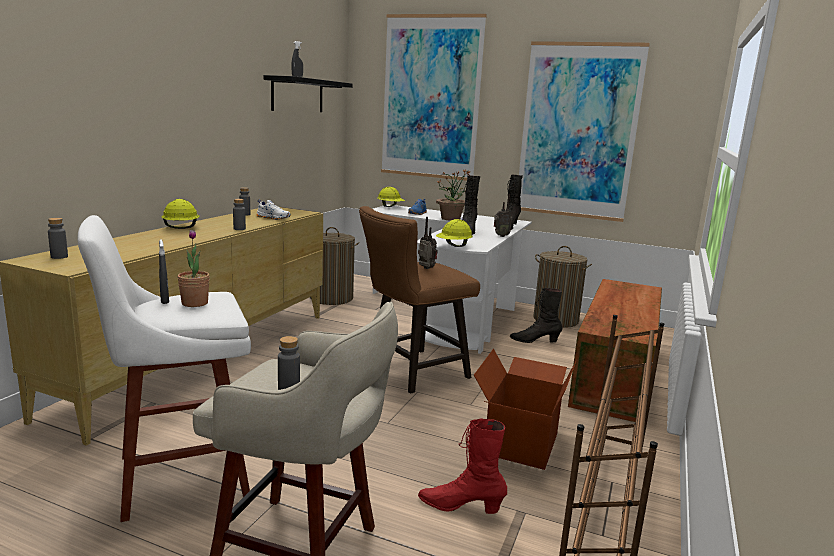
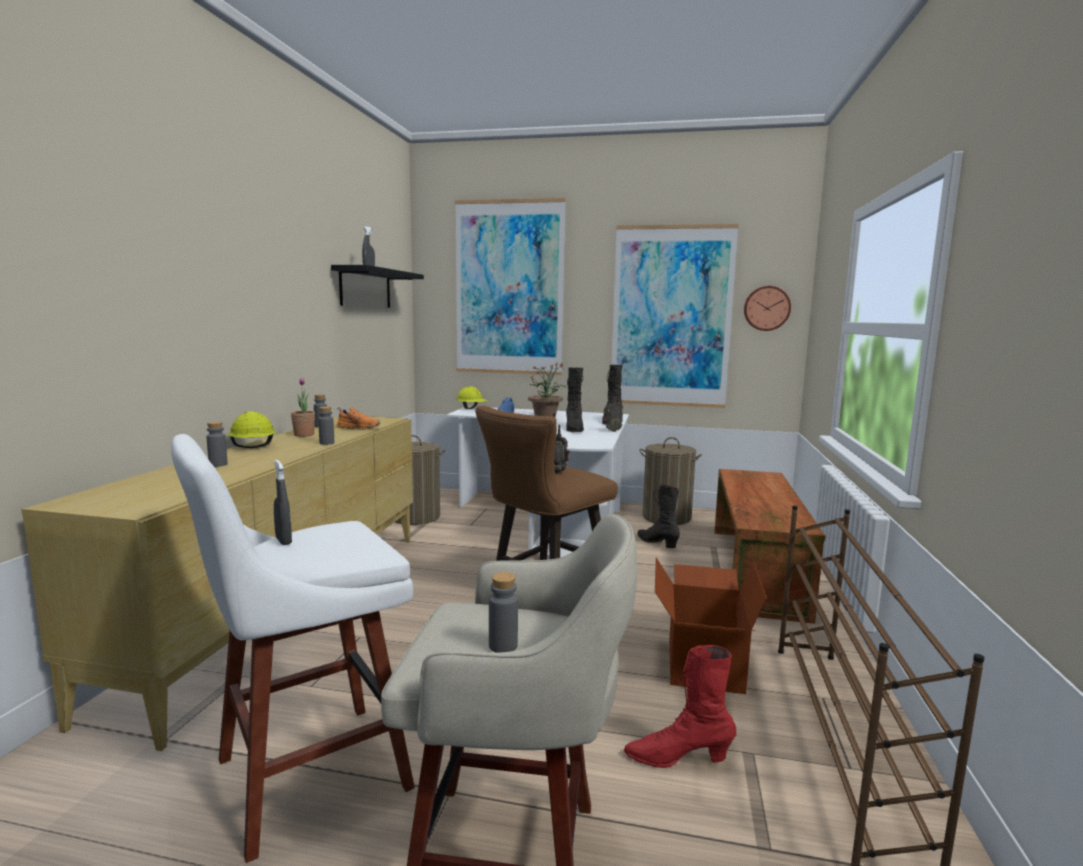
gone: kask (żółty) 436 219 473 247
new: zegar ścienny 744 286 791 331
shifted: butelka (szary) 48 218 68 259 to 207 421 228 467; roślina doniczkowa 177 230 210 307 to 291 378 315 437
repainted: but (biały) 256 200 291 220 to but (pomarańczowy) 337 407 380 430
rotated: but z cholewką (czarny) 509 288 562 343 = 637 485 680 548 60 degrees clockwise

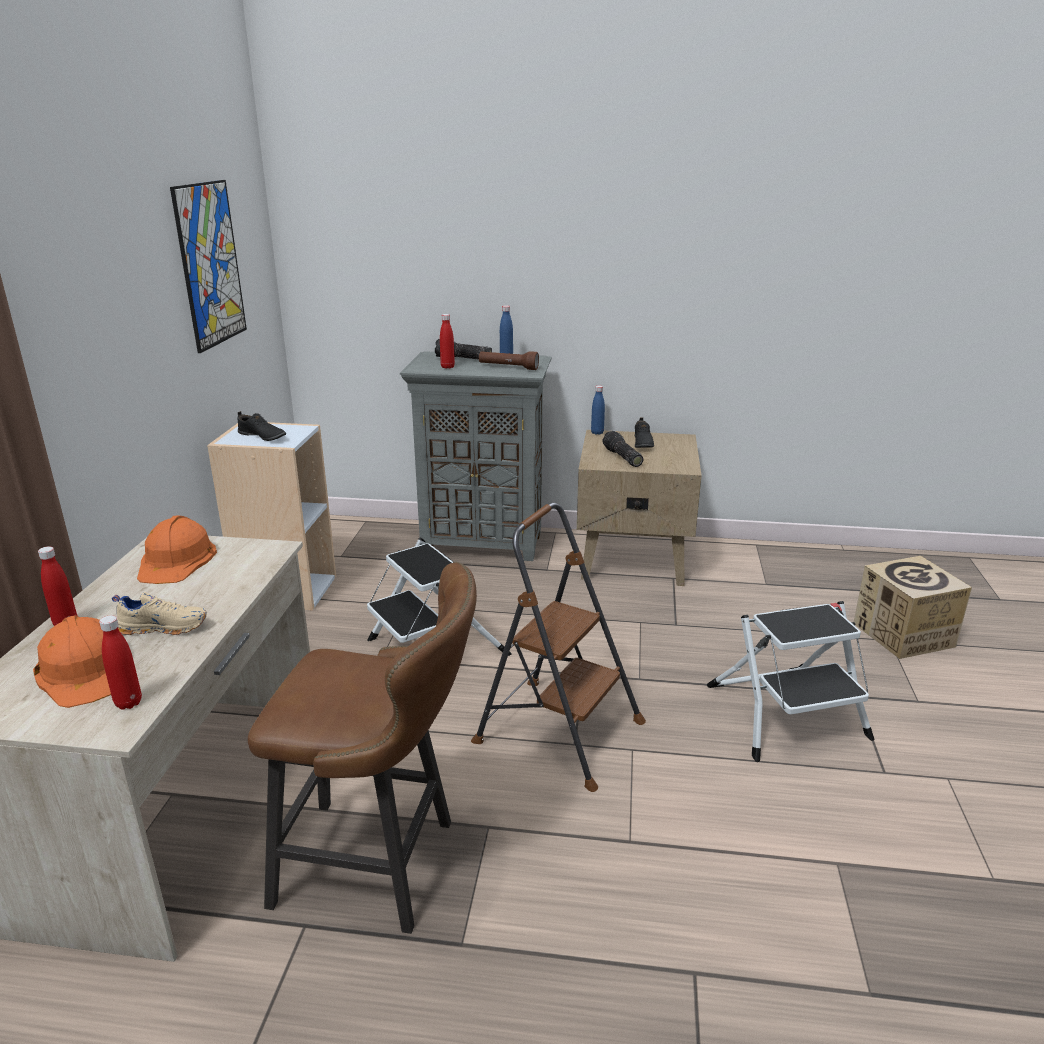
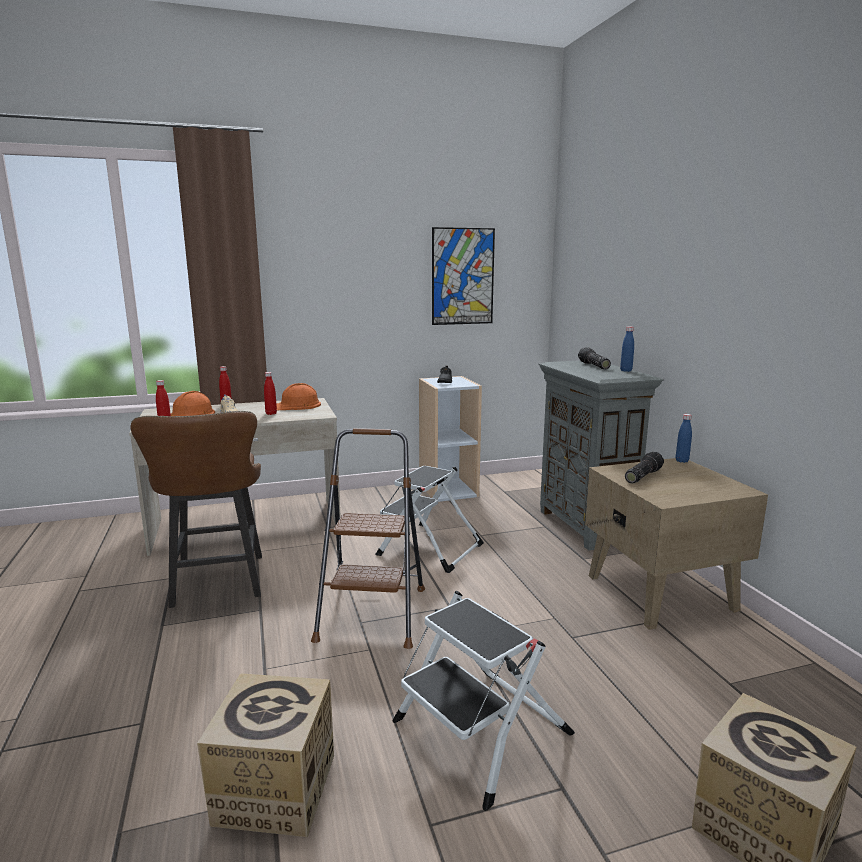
gone: latarka (brązowy) 479 351 539 370; but (czarny) 635 417 654 448
new: karton 197 673 334 837
shifted: butelka (czerwony) 440 314 455 369 to 264 372 277 415

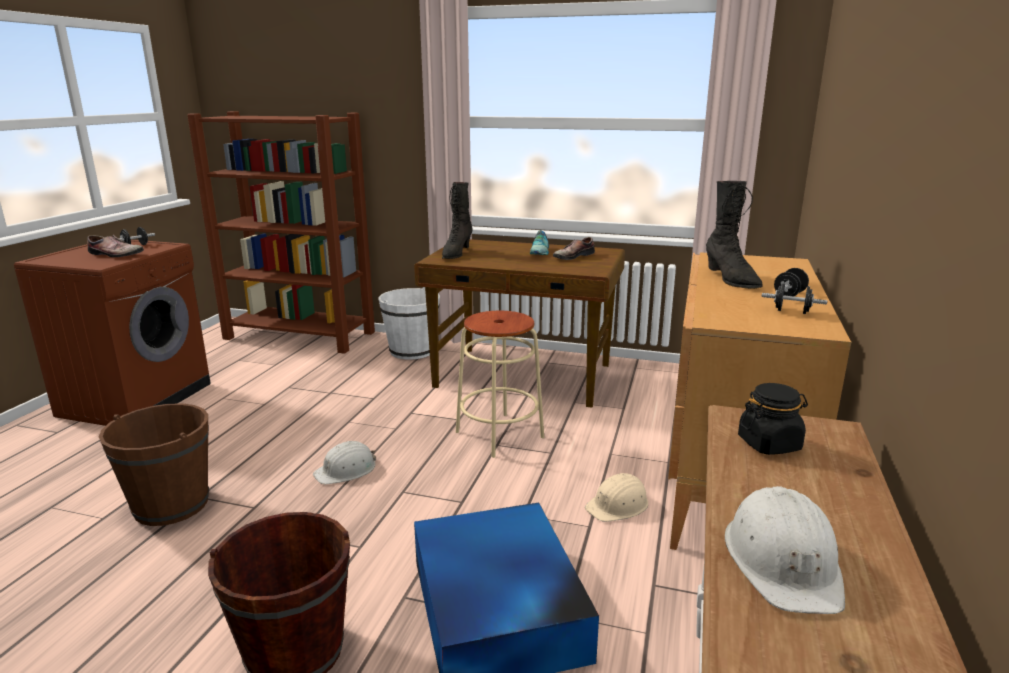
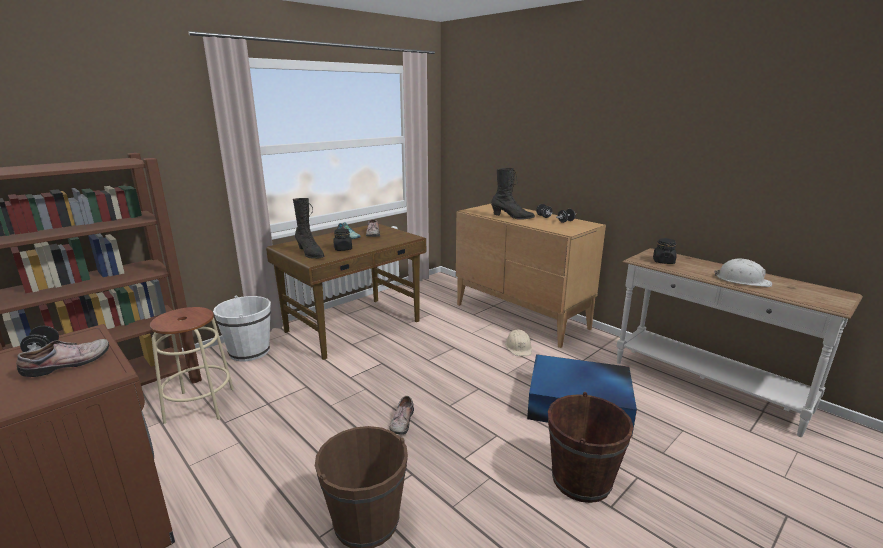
new: słoik (czarny) 333 228 352 251
shifted: stołek (beżowy) 456 311 544 458 to 150 307 234 424
swapped: kask (biały) 313 440 376 484 to but 389 396 414 435

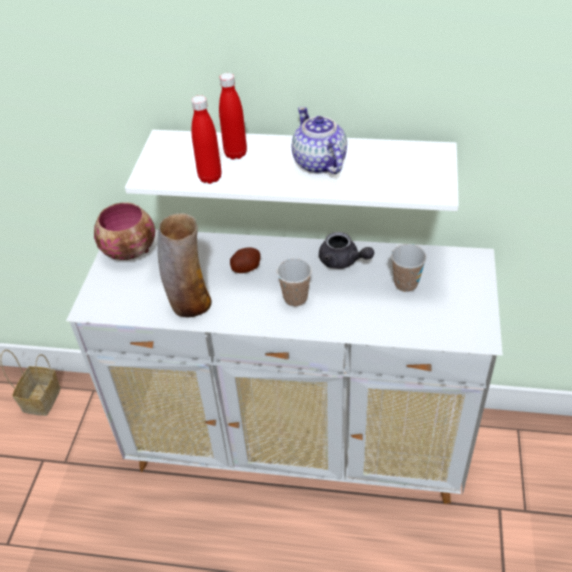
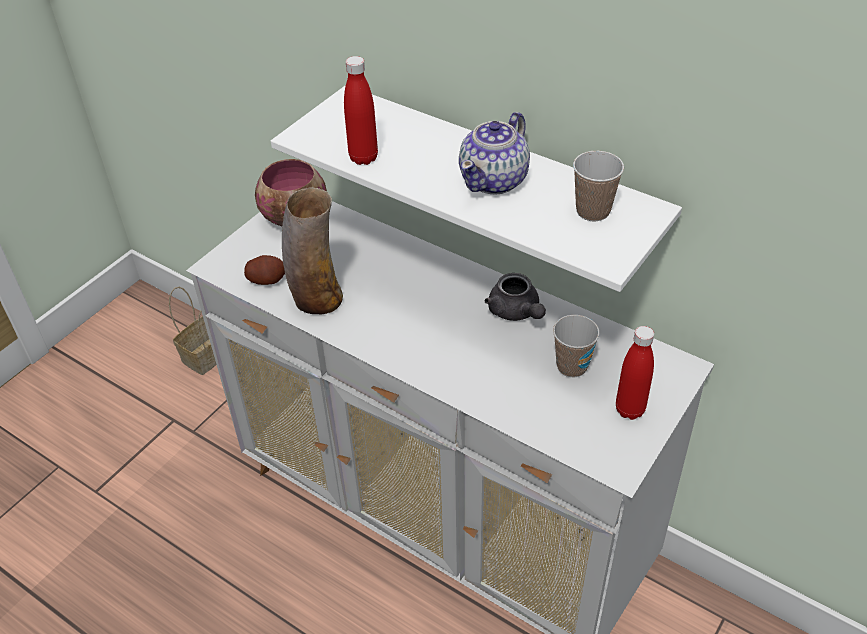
shifted: butelka (czerwony) 219 73 247 160 to 616 326 654 420; ziemniak 230 247 261 273 to 244 255 285 285; filiżanka 277 258 312 307 to 573 151 624 222
rotated: imbryk 292 107 347 174 = 459 112 530 195 150 degrees counterclockwise

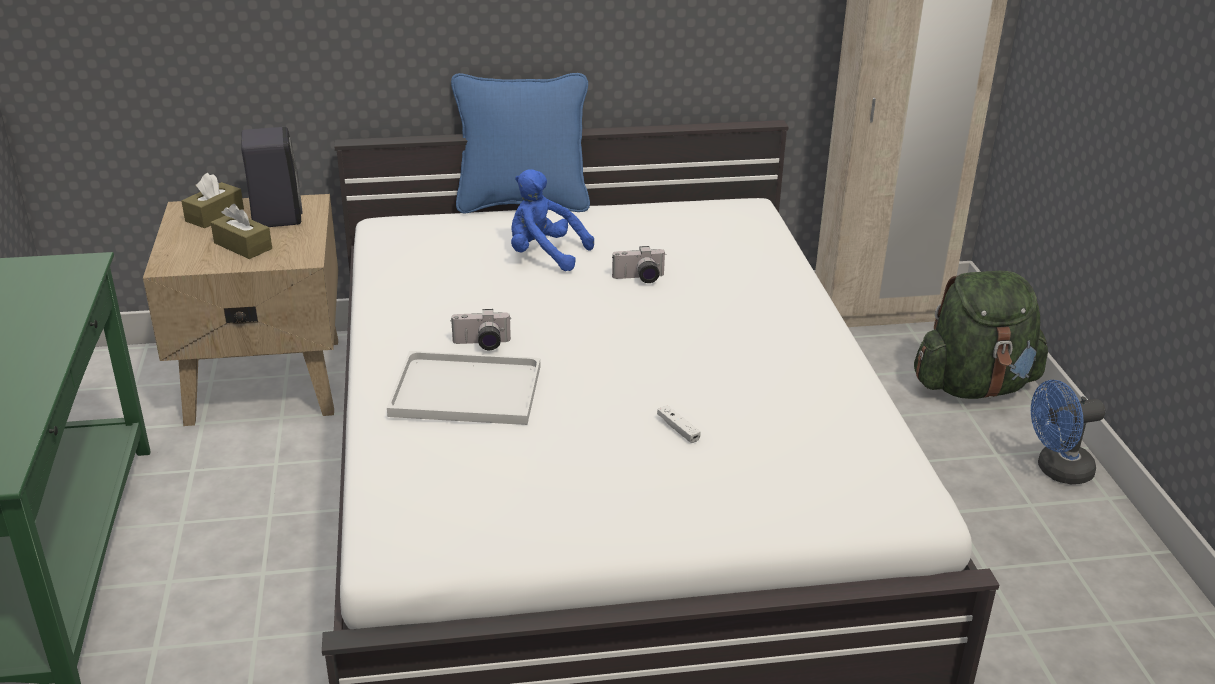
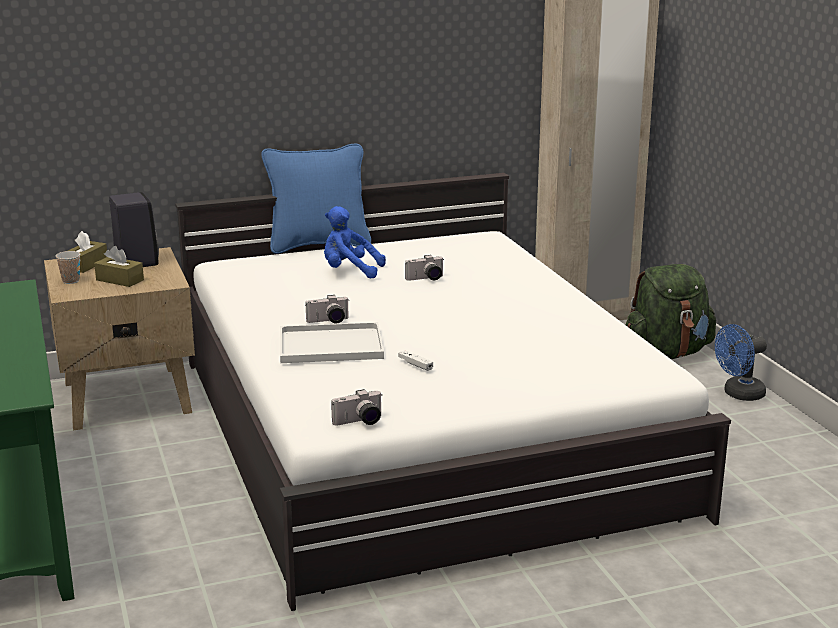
new: filiżanka 56 251 80 284; aparat fotograficzny 331 389 382 426
shifted: pad do gier (biały) 657 405 701 443 to 398 350 433 371

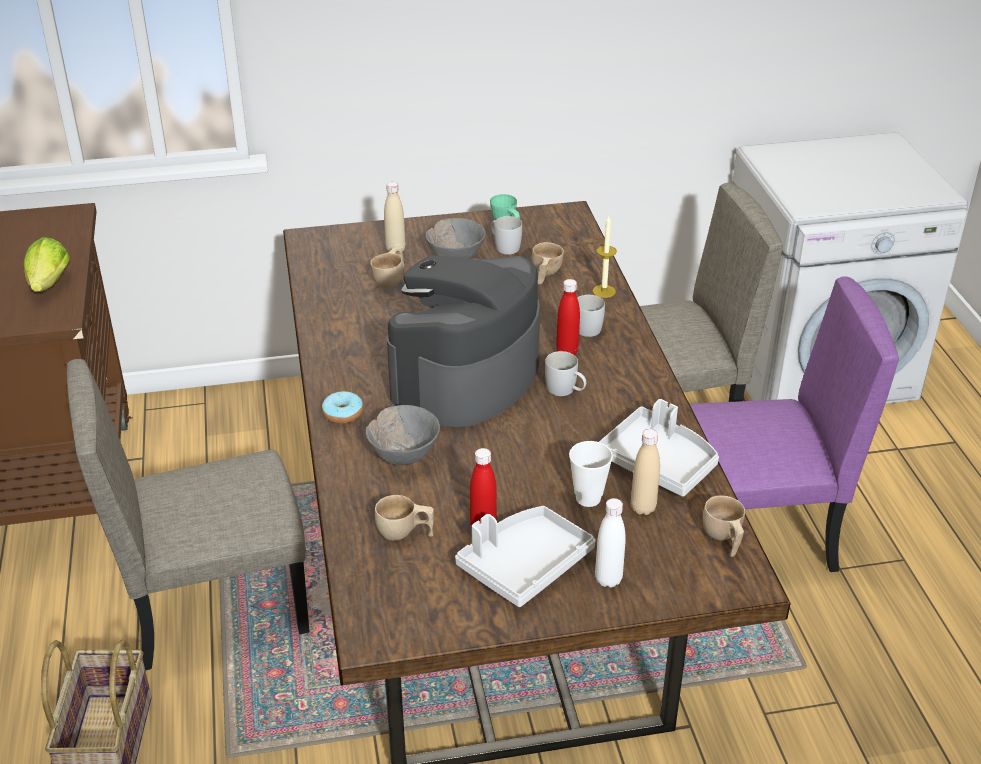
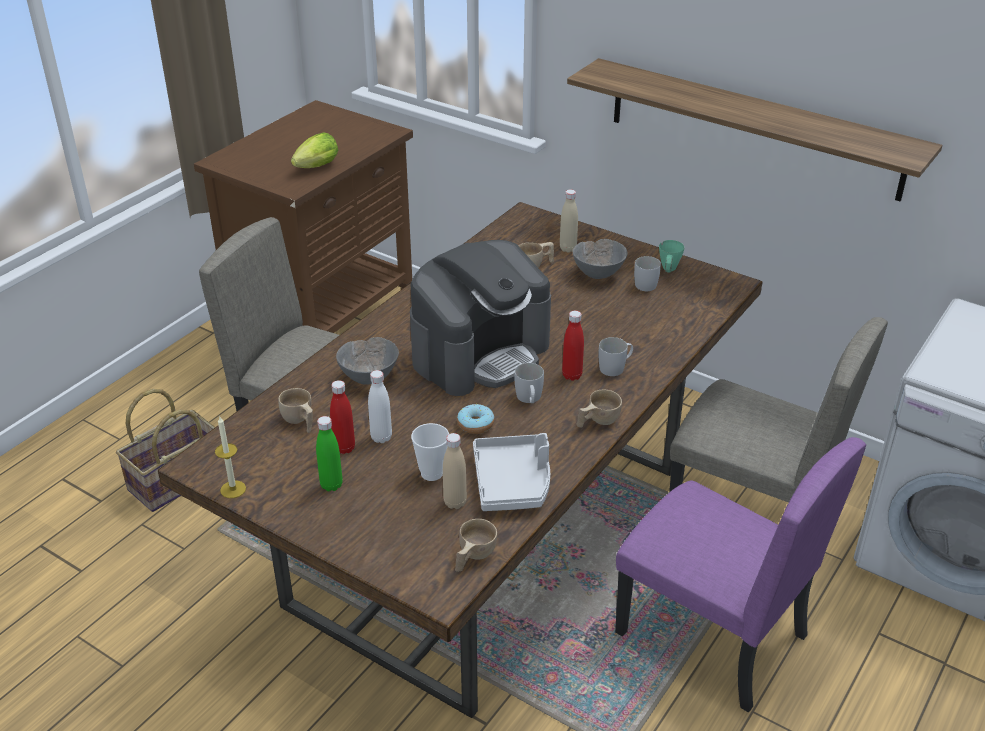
new: półka 567 58 942 201
shifted: donut 322 391 363 424 to 457 404 494 434; filiżanka (beżowy) 532 242 564 285 to 576 390 622 428; świeca 592 216 617 298 to 215 417 246 498; butelka (biały) 595 498 626 588 to 368 370 392 443
swapped: taca (szary) 455 506 595 607 to butelka (zielony) 316 416 343 491
rotated: ekspres do kawy 387 255 540 427 = 410 240 551 396 150 degrees clockwise

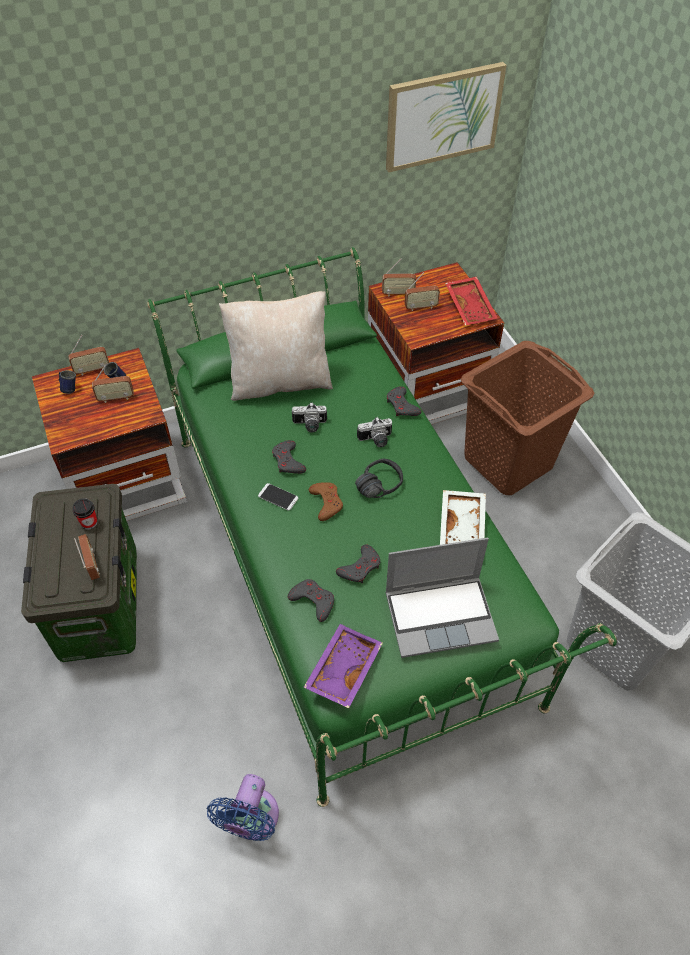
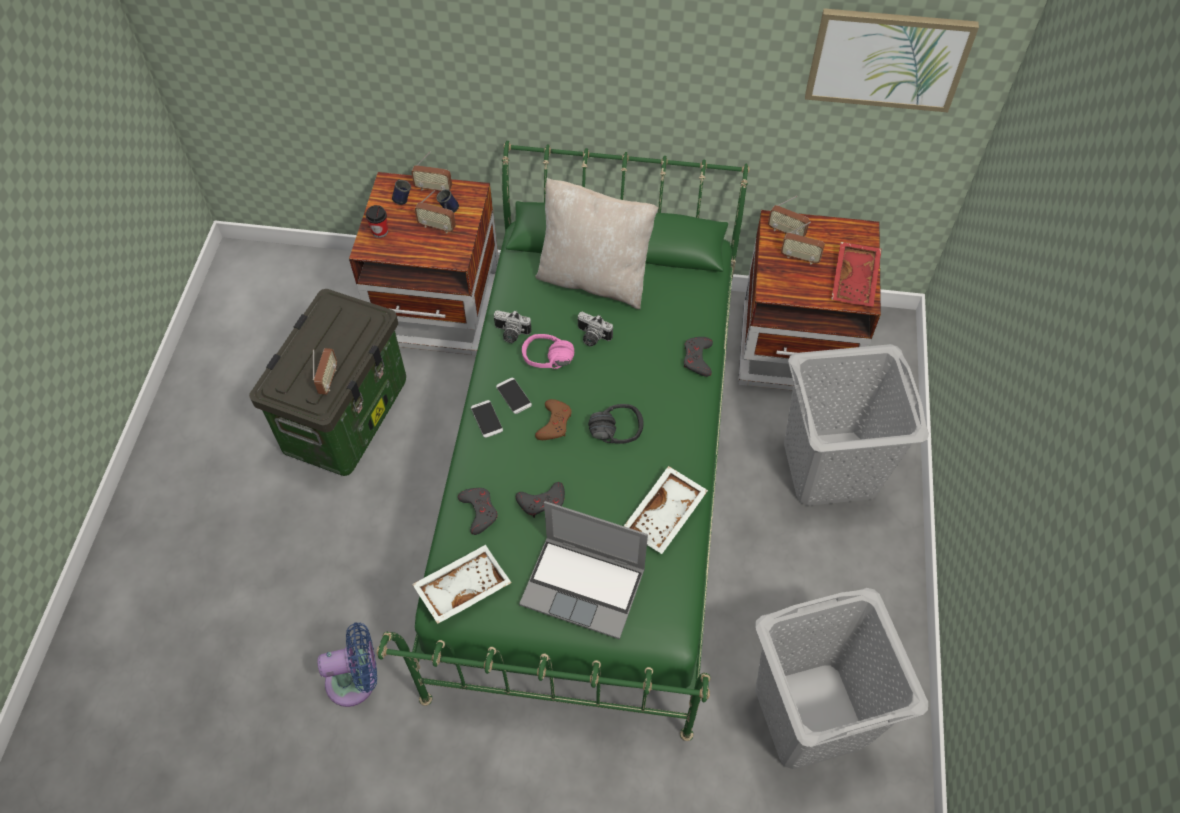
new: telefon 471 400 503 438
shifted: filiżanka 73 498 98 530 to 366 205 388 238; aparat fotograficzny 357 417 392 447 to 494 310 532 343
swapped: pad do gier (szary) 272 440 306 474 to słuchawki (różowy) 522 334 574 369
repainted: taca (fioletowy) 304 624 383 708 to taca (biały) 412 545 512 624; kosz na pranie (brązowy) 461 341 595 495 to kosz na pranie (szary) 784 344 929 506
rotated: wentylator (niebieski) 207 774 279 841 = 317 622 377 707 150 degrees counterclockwise

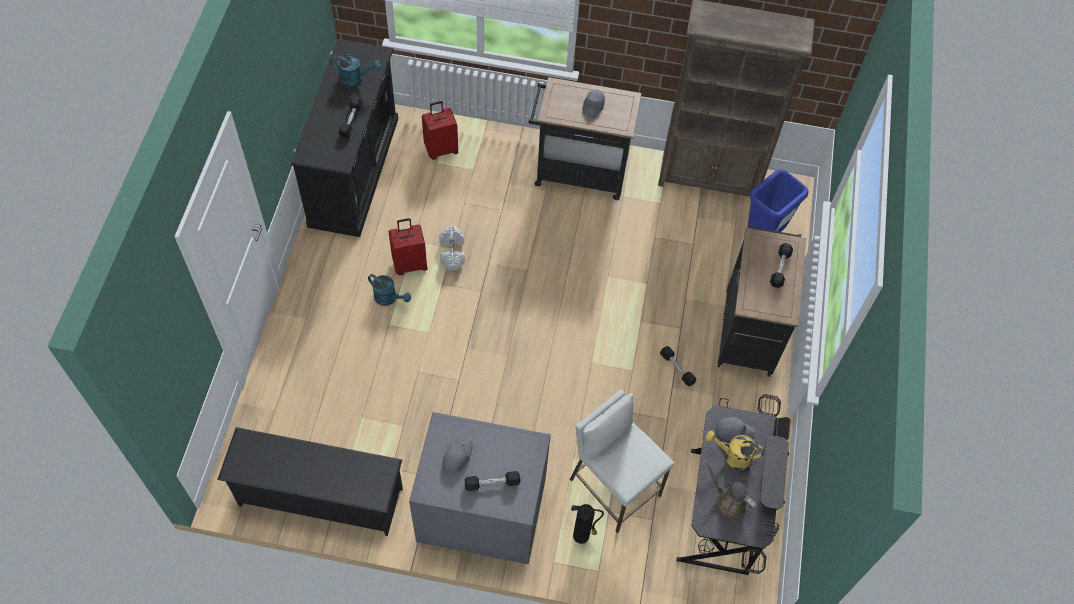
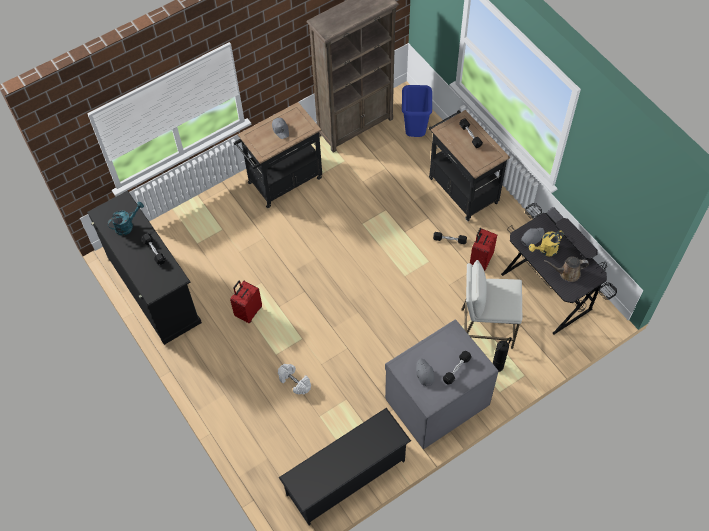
gone: konewka (turkusowy) 368 274 411 306
shifted: walizka (czerwony) 422 101 458 160 to 470 228 497 271; hantel (biały) 439 226 465 270 to 278 364 311 395

